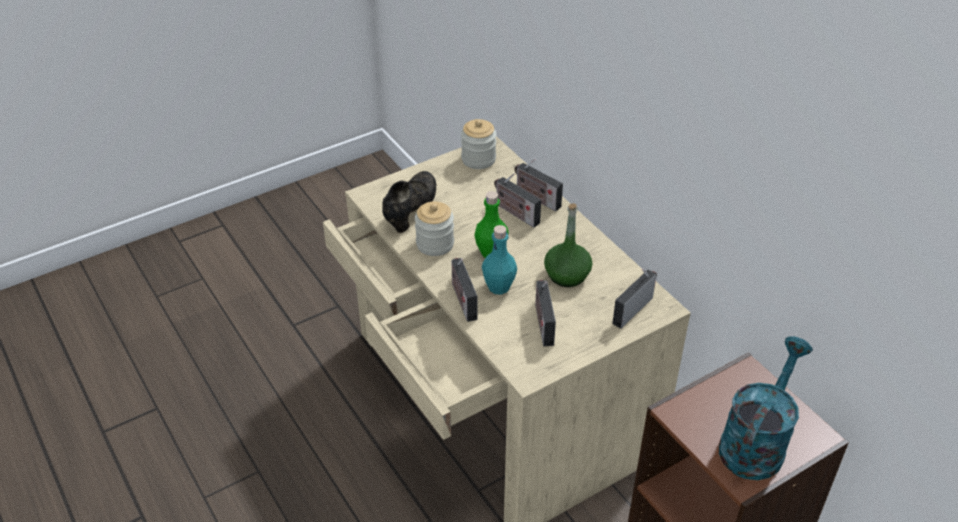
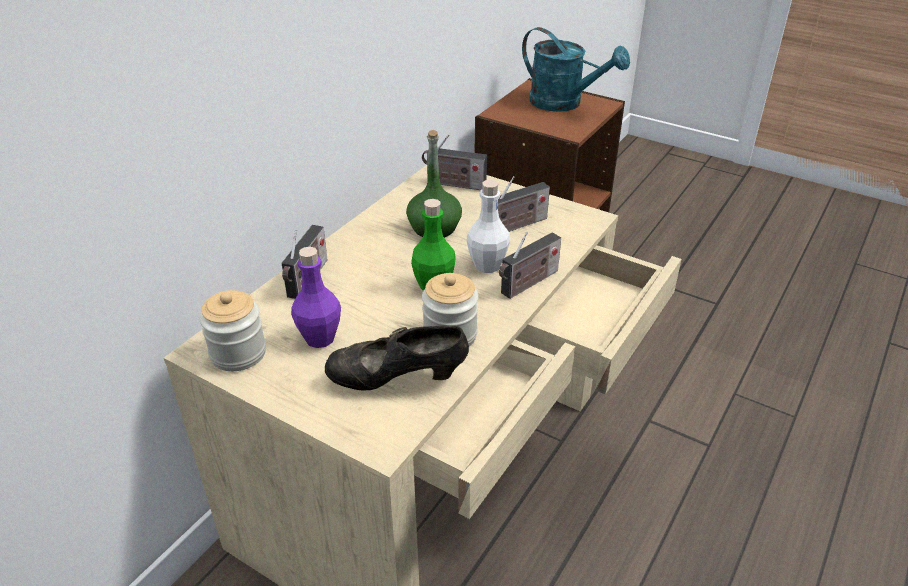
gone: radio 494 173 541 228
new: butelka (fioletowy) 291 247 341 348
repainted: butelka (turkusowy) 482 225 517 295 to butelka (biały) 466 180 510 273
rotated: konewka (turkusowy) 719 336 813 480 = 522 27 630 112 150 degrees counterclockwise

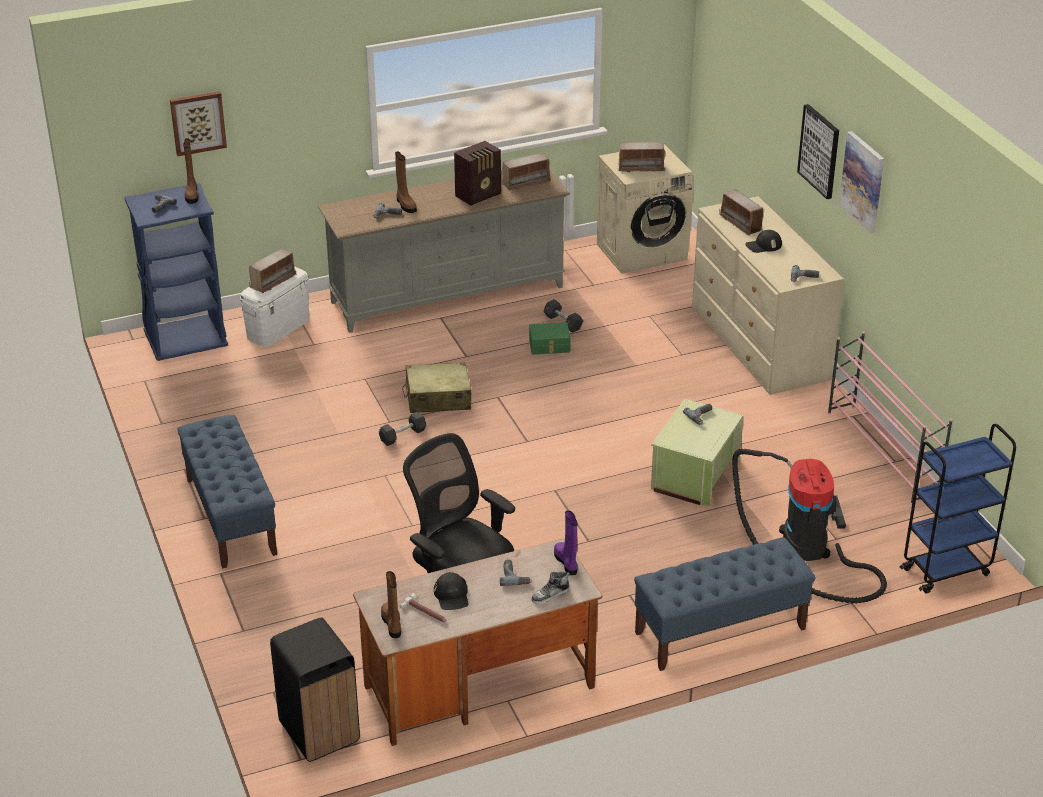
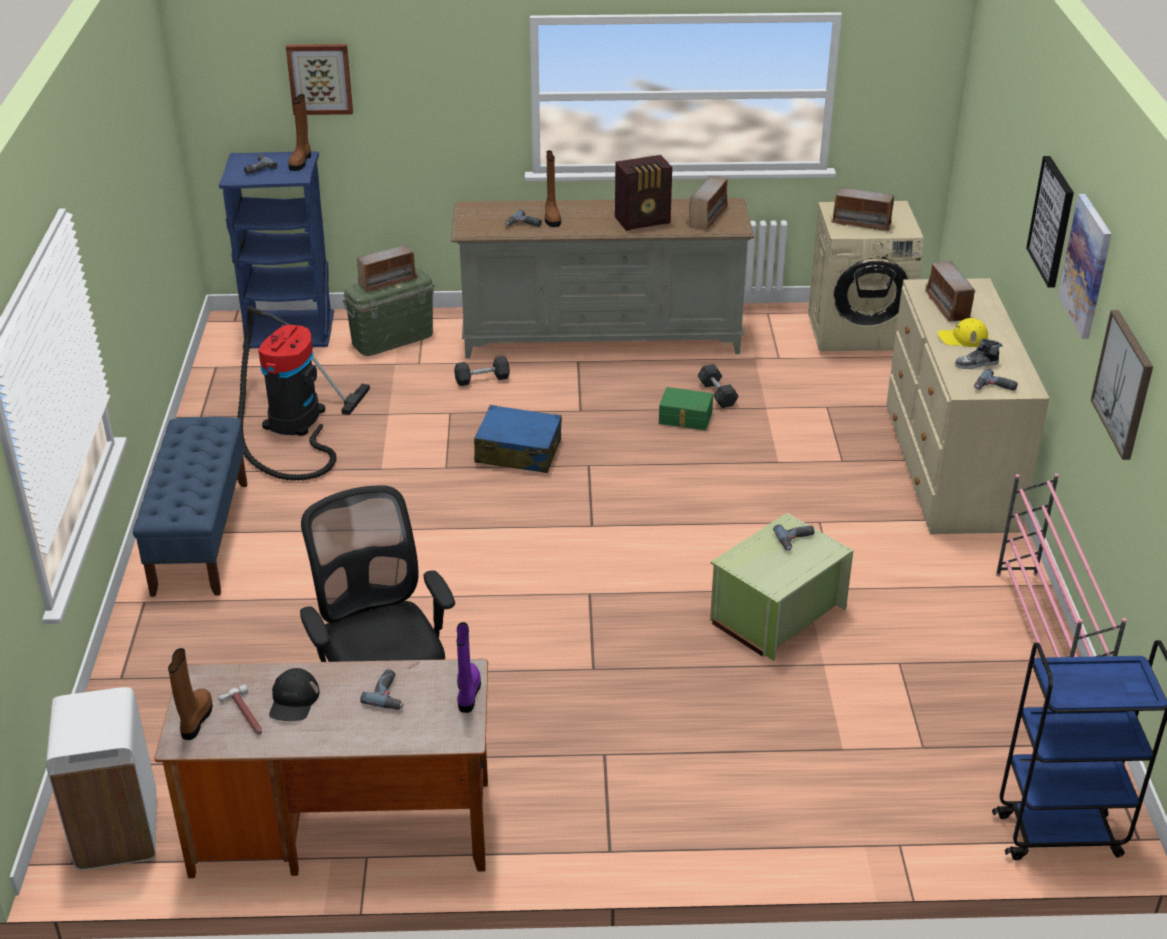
gone: ławka (niebieski) 634 537 815 671
new: obraz 1091 310 1153 460
shifted: hantel (szary) 379 412 426 446 to 454 356 510 386; but 531 572 570 604 to 955 338 1002 369; odkurzacz 732 449 887 603 to 237 306 370 481
repainted: pojemnik do przechowywania (biały) 240 266 309 347 to pojemnik do przechowywania (zielony) 343 267 435 356; kosz na śmieci (czarny) 270 618 360 762 to kosz na śmieci (biały) 46 687 157 870; walizka (beżowy) 402 362 471 413 to walizka (niebieski) 474 405 562 473; czapka z daszkiem (czarny) 745 230 782 253 to czapka z daszkiem (żółty) 938 318 988 347
rotated: radio 502 153 551 191 = 686 176 730 229 60 degrees counterclockwise

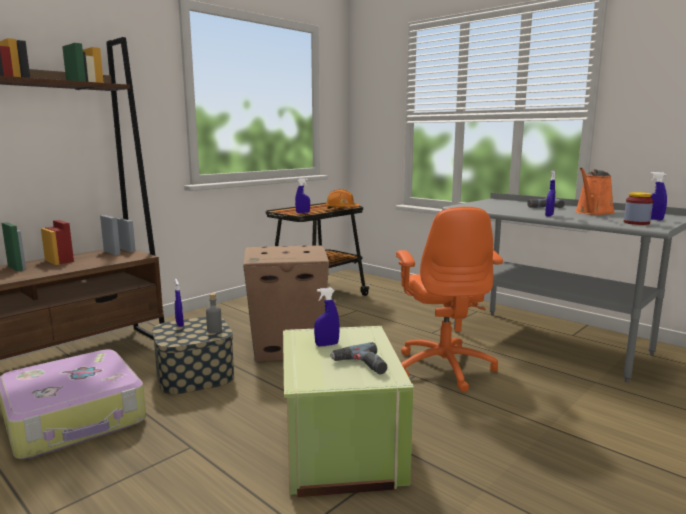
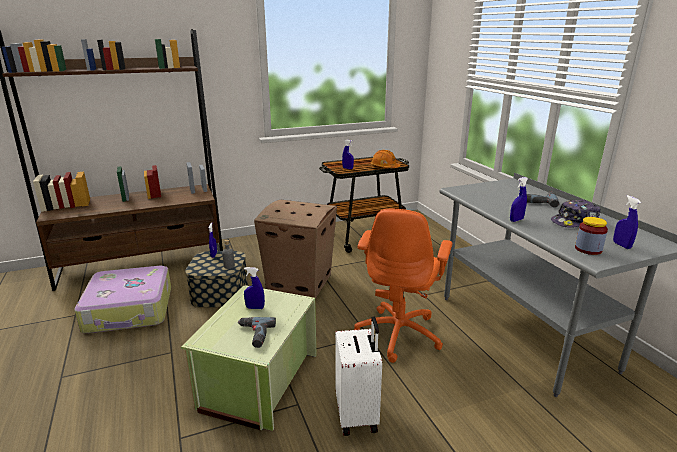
new: walizka (biały) 335 316 382 436
swapped: konewka (pomarańczowy) 575 168 615 215 to czapka z daszkiem 551 200 600 228

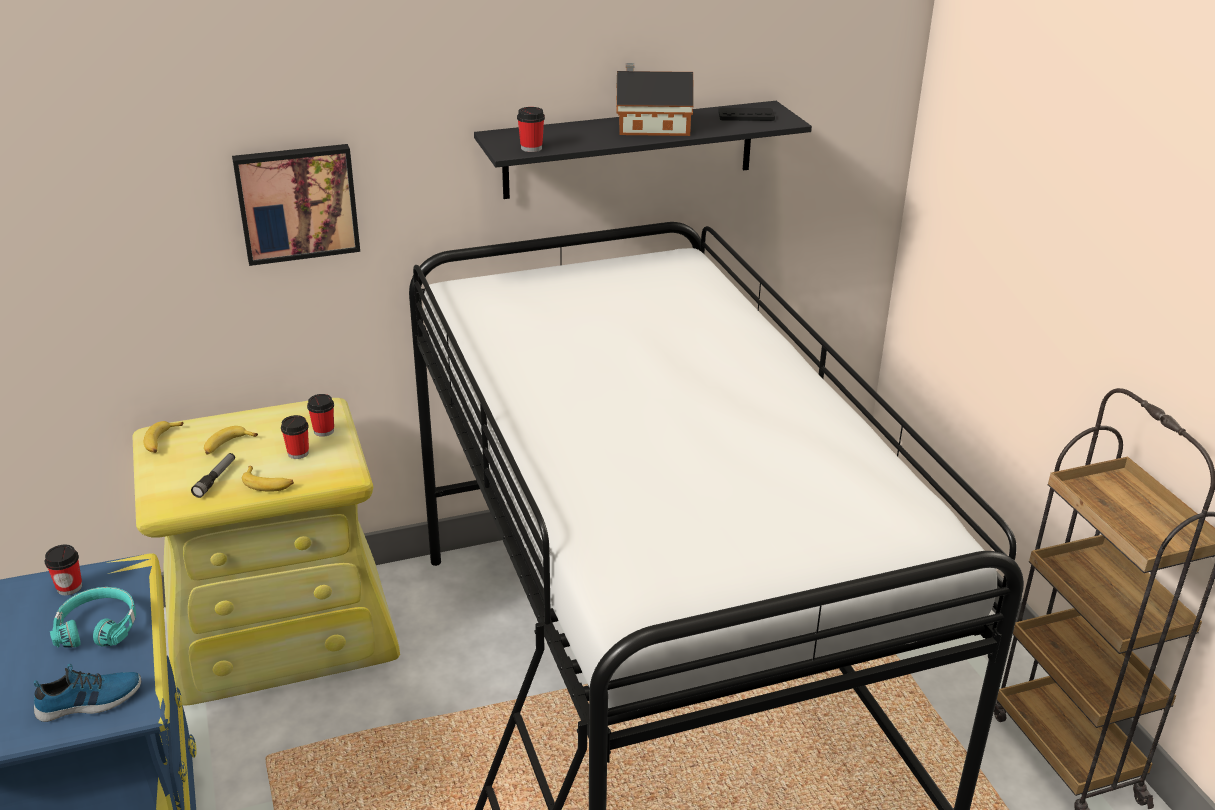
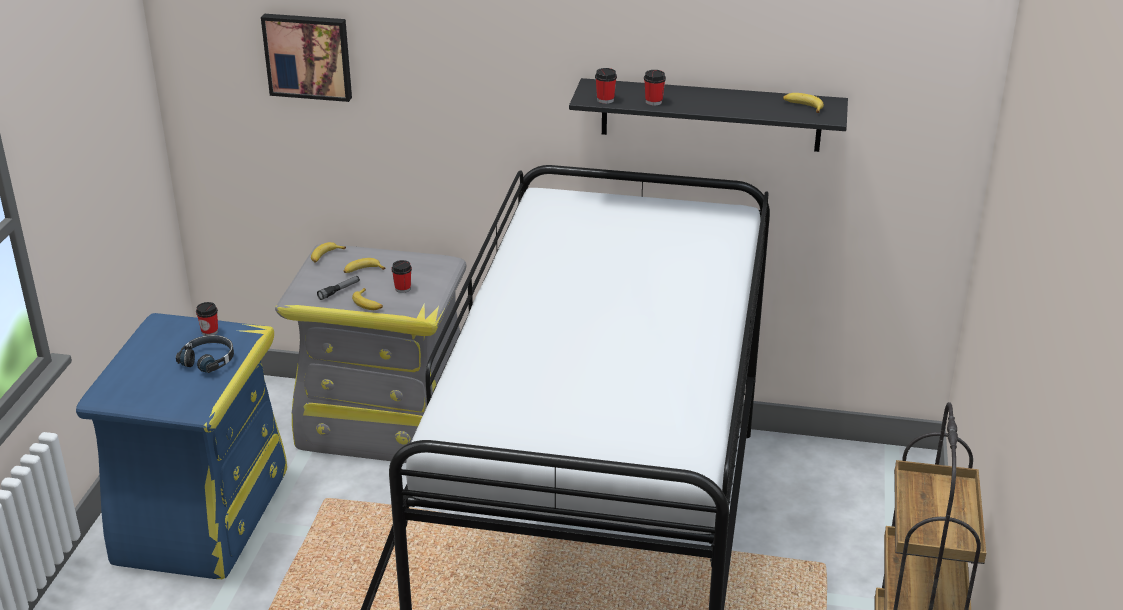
gone: but 34 664 141 722; domek 616 63 694 136
shifted: obraz 232 144 360 266 to 261 14 352 102; filiżanka 307 394 334 437 to 644 70 666 105
swapped: pad do gier (czarny) 718 107 775 121 to banan 783 93 824 113
repainted: słuchawki (turkusowy) 50 587 136 648 to słuchawki (czarny) 176 335 234 373; szafka nocna (żółty) 132 398 400 706 to szafka nocna (szary) 275 244 467 463

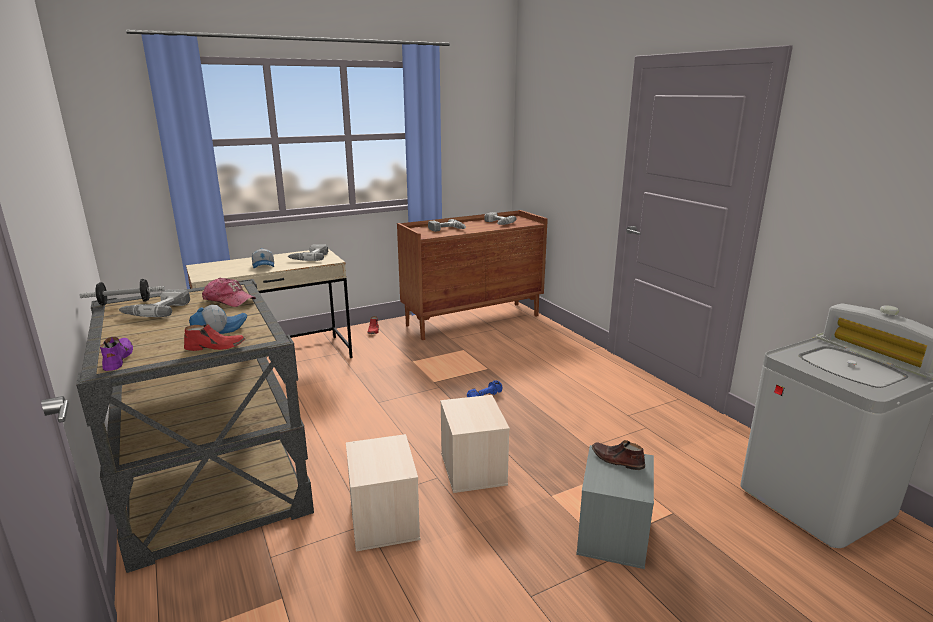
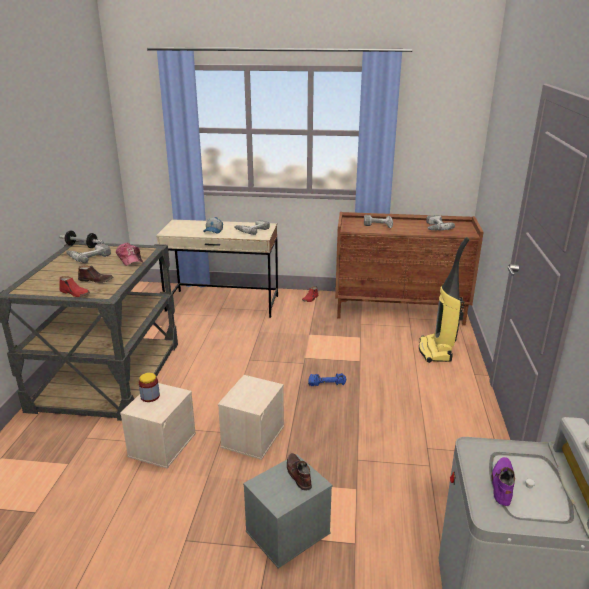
new: słoik 139 373 160 402; odkurzacz 419 237 469 363
shifted: but (fioletowy) 100 337 133 371 to 491 457 515 506
swapped: czapka z daszkiem 189 305 247 334 to but (brązowy) 78 265 113 283

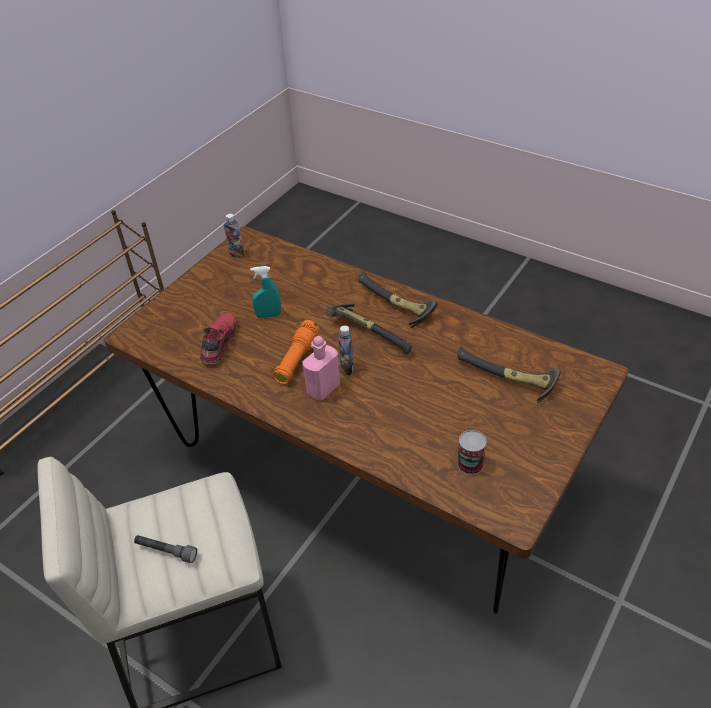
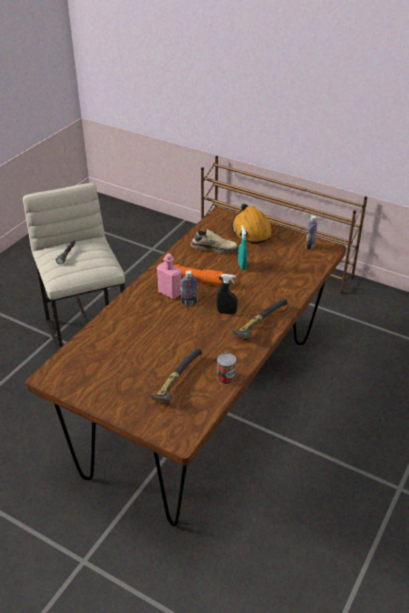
new: kask (pomarańczowy) 232 204 272 244
shifted: puszka 457 430 487 475 to 217 353 236 385
swapped: młotek 326 304 412 354 to spryskiwacz (czarny) 216 274 238 315
repainted: but (czerwony) 200 312 236 364 to but (beżowy) 191 229 238 253

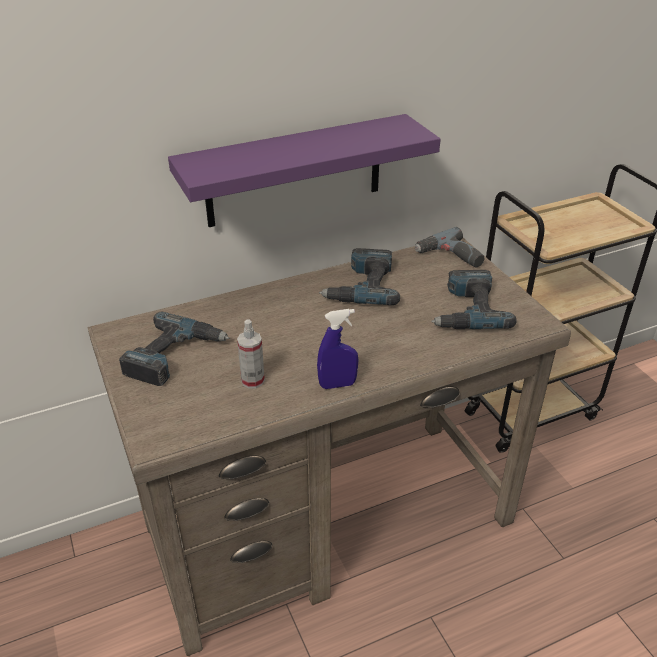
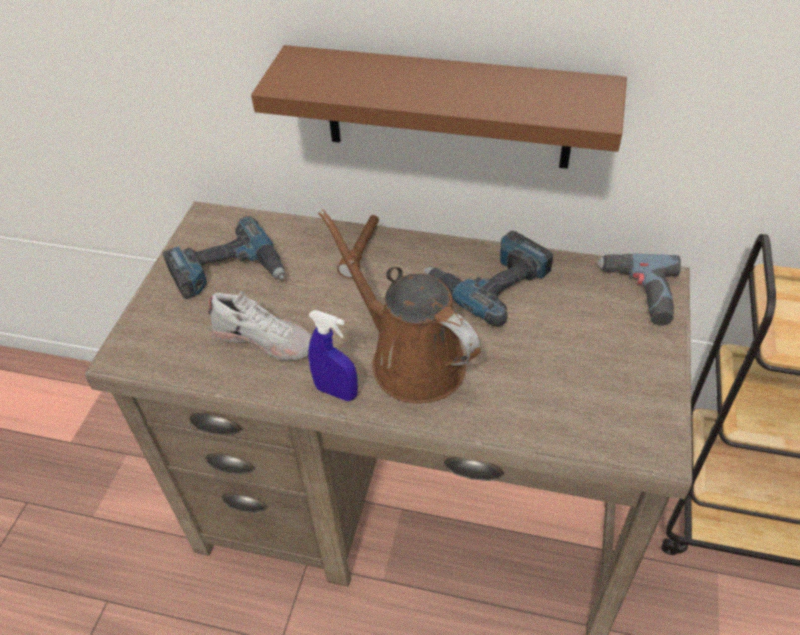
gone: wiertarka 431 270 517 329
new: konewka (brązowy) 318 209 481 403; latarka (brązowy) 337 215 379 279
swapped: spryskiwacz 237 319 265 389 to but (biały) 208 291 312 360
repainted: półka (fioletowy) 168 114 441 227 to półka (brązowy) 251 45 627 169

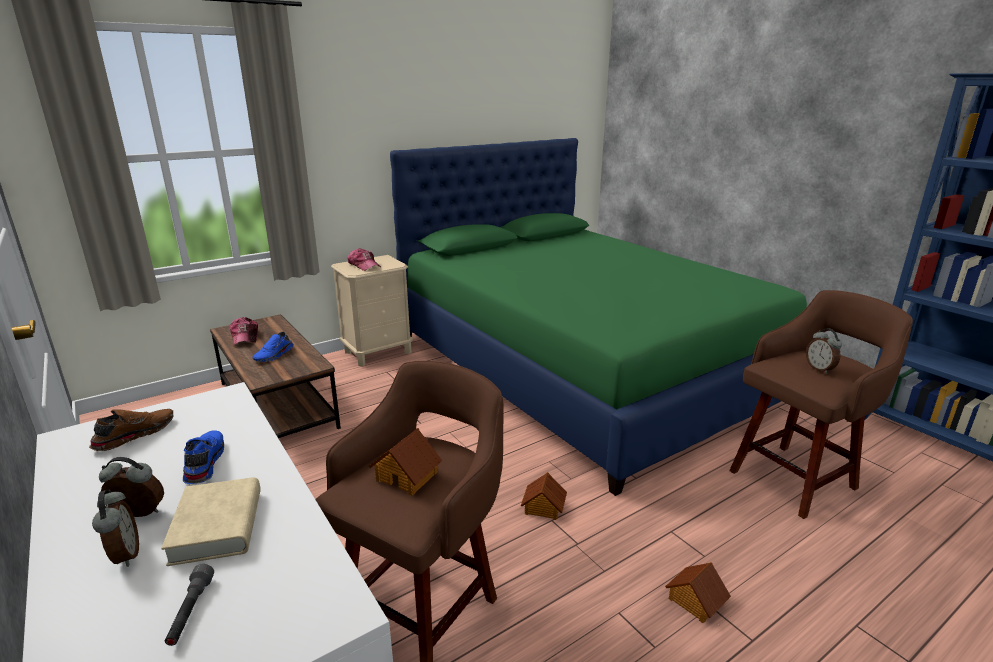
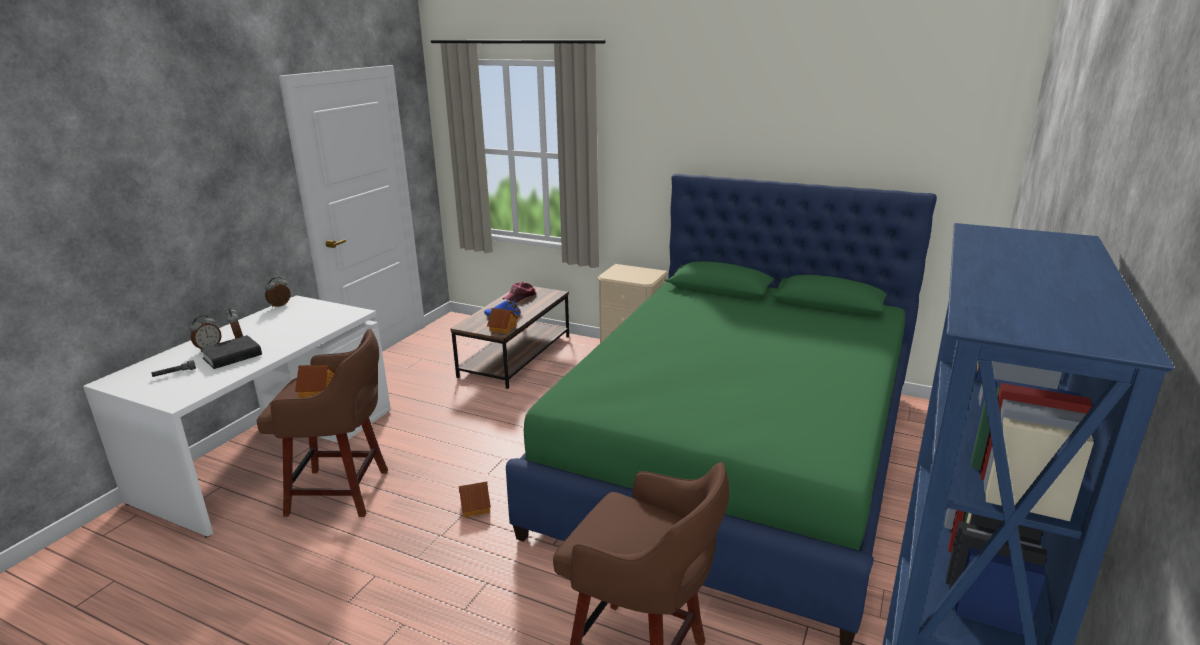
gone: but (brązowy) 89 409 174 451; but (niebieski) 183 430 224 484; czapka z daszkiem 347 248 381 271
shifted: domek 665 562 731 623 to 487 308 518 334; budzik 806 329 842 374 to 265 277 291 308
repainted: książka (beżowy) 161 477 261 566 to książka (czarny) 200 335 262 369

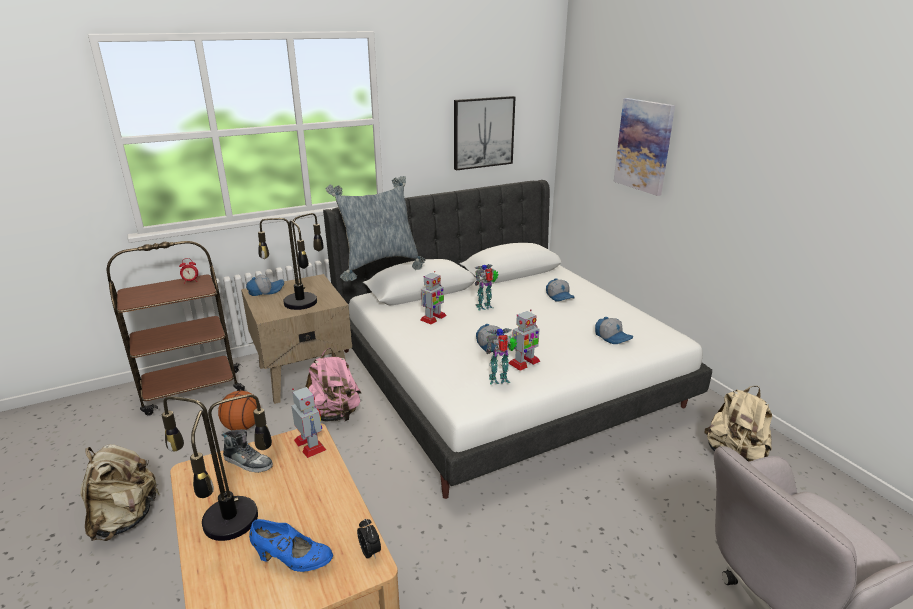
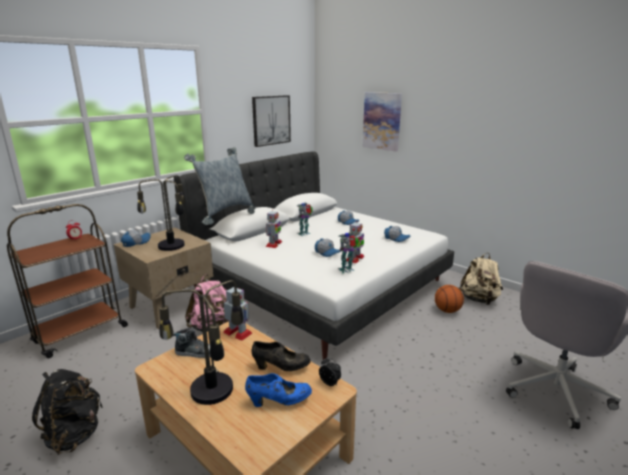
new: but (czarny) 251 341 311 371
shifted: piłka do koszykówki 218 391 261 430 to 435 285 464 313
repainted: plecak (beżowy) 80 444 161 541 to plecak (czarny) 32 369 103 455

